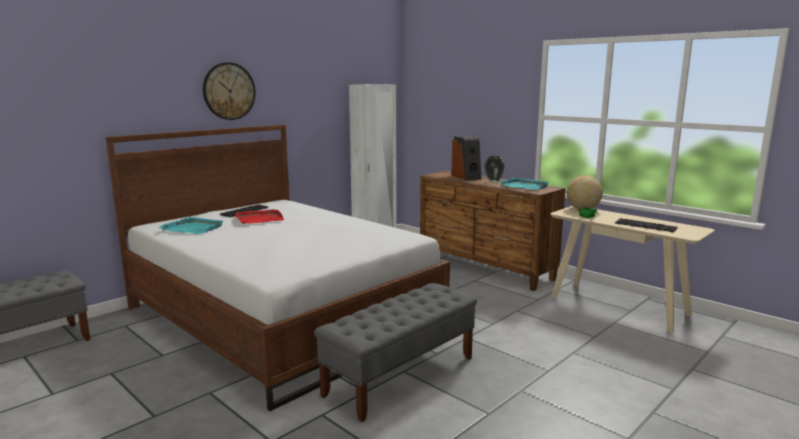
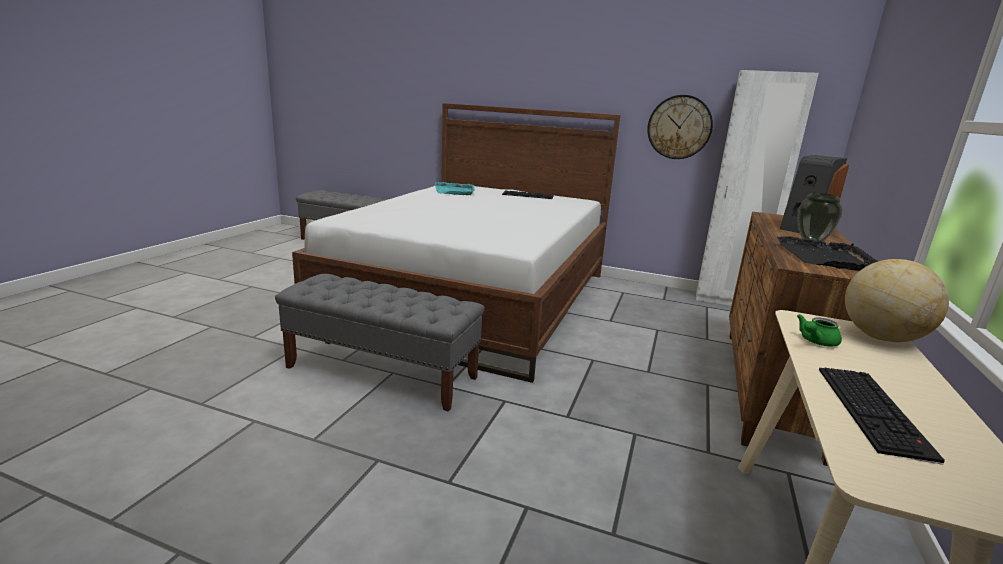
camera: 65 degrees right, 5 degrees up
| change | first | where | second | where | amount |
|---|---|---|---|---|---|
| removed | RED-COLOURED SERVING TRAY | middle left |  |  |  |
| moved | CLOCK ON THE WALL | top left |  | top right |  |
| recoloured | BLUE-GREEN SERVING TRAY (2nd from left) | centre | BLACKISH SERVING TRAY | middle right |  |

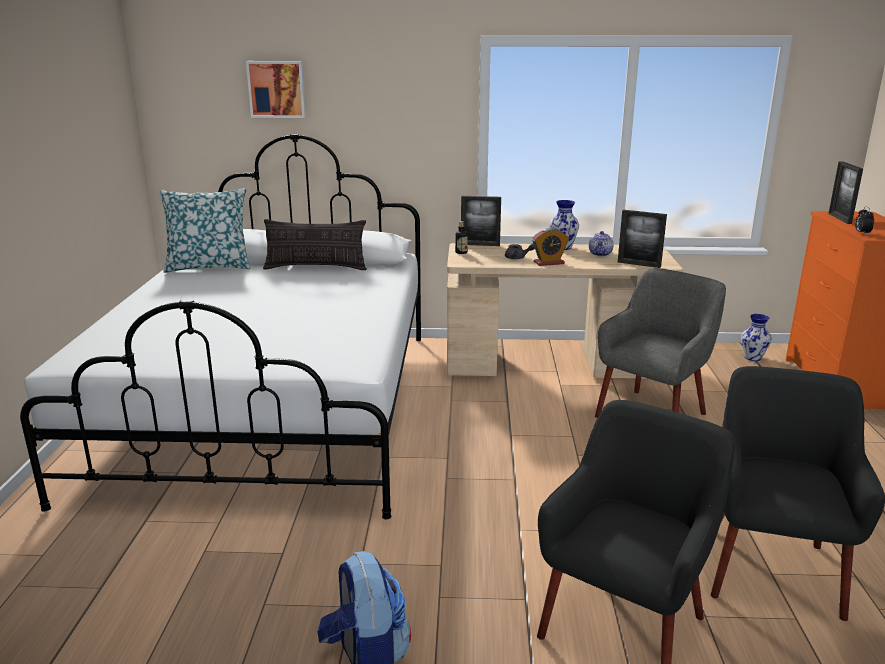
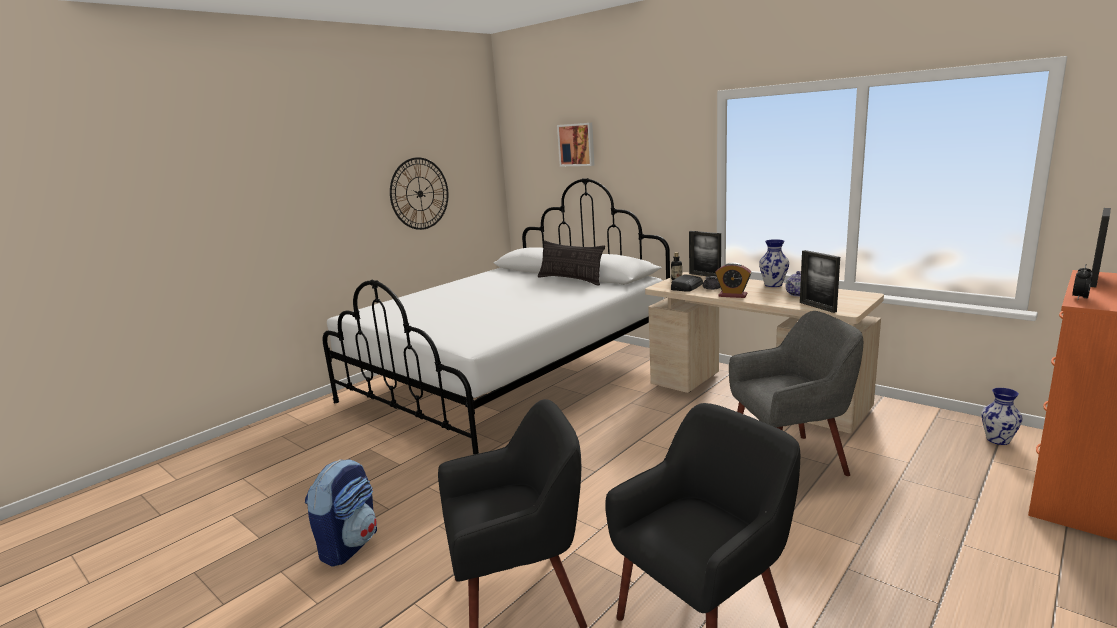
camera: 40 degrees right, 5 degrees down
| change | first | where | second | where | amount |
|---|---|---|---|---|---|
| removed | THROW PILLOW (1st from left) | middle left |  |  |  |
| added |  |  | CLOCK ON THE WALL | top centre |  |
| added |  |  | RADIO SET | centre |  |

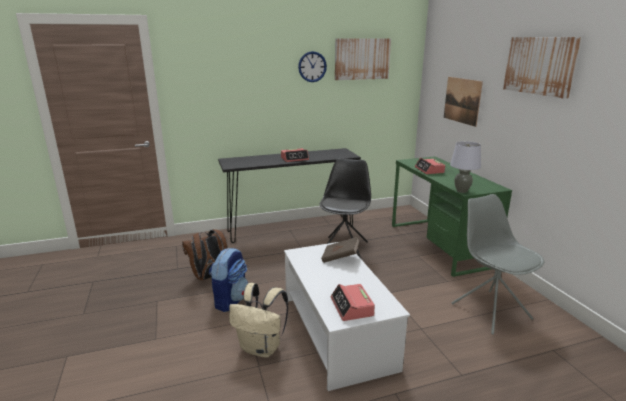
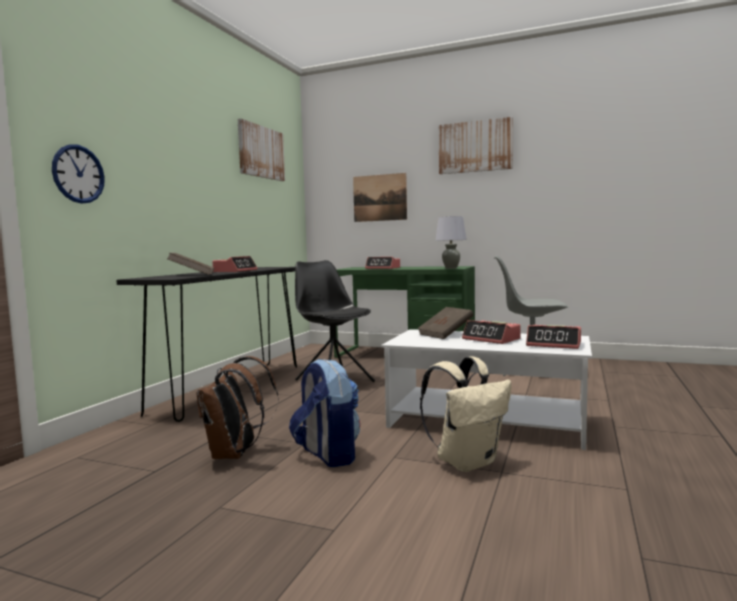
camera: 50 degrees left, 15 degrees down
| change | first | where | second | where | amount |
|---|---|---|---|---|---|
| added |  |  | BROWN-COLOURED BOOK (1st from left) | middle left |  |
| added |  |  | TABLE CLOCK (3rd from left) | centre |  |
| moved | CLOCK ON THE WALL | top centre |  | top left |  |

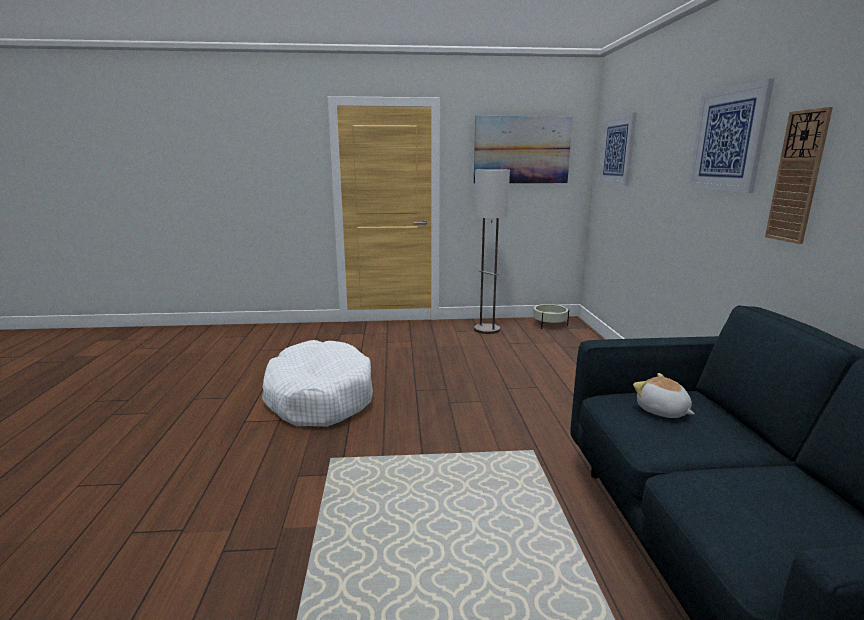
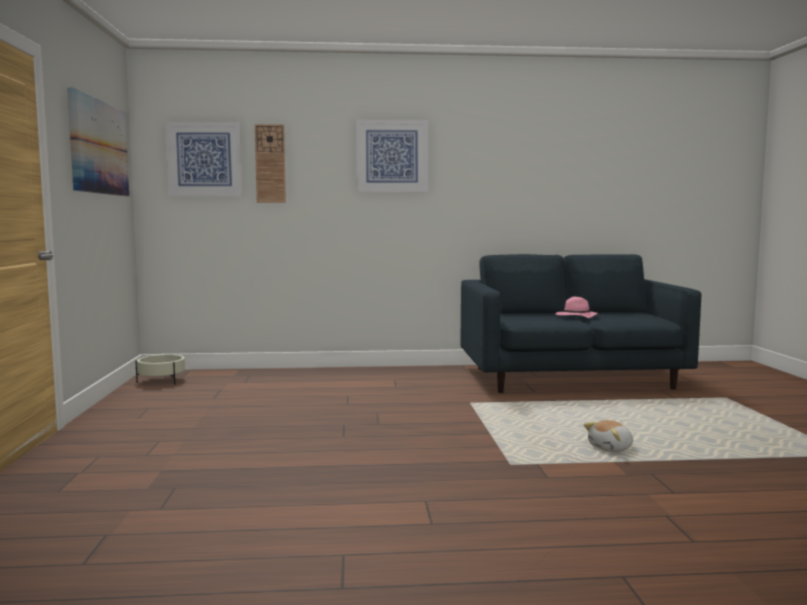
camera: 90 degrees left, 10 degrees down
| change | first | where | second | where | amount |
|---|---|---|---|---|---|
| removed | WHITE DOG BED | centre |  |  |  |
| removed | FLOOR LAMP | centre |  |  |  |
| added |  |  | PINK-COLOURED HAT | middle right |  |
| moved | CUDDLY TOY | middle right |  | bottom right |  |
| moved | CLOCK ON THE WALL | top right |  | top centre |  |

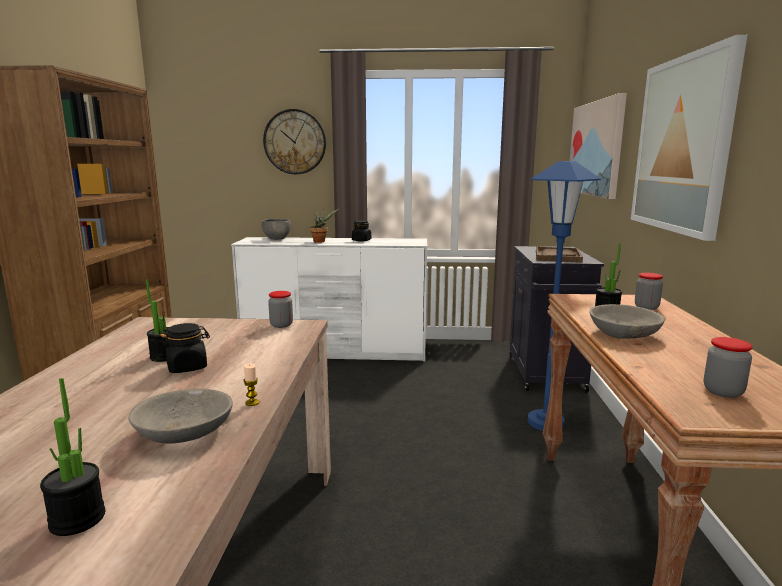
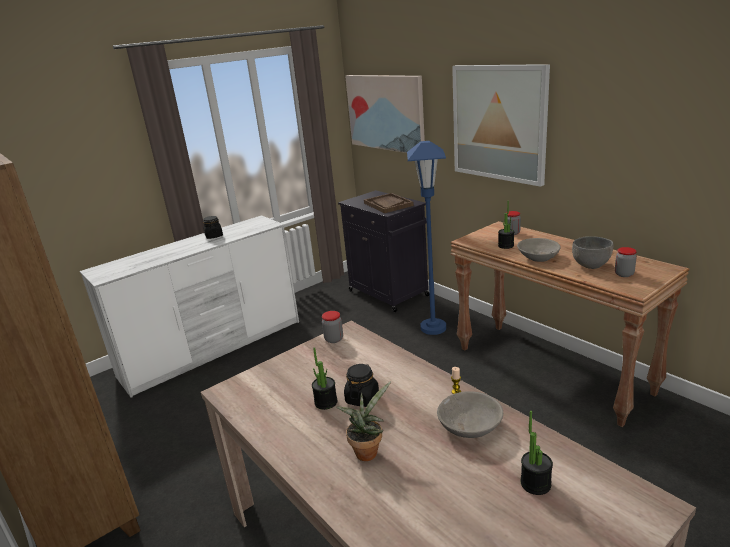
camera: 40 degrees left, 10 degrees up
| change | first | where | second | where | amount |
|---|---|---|---|---|---|
| removed | CLOCK ON THE WALL | top centre |  |  |  |
| moved | GREY BOWL (2nd from left in the first image) | centre | GREY BOWL (3rd from left) | middle right |  |
| moved | POTTED PLANT (3rd from left in the first image) | centre | POTTED PLANT (2nd from left) | bottom centre |  |

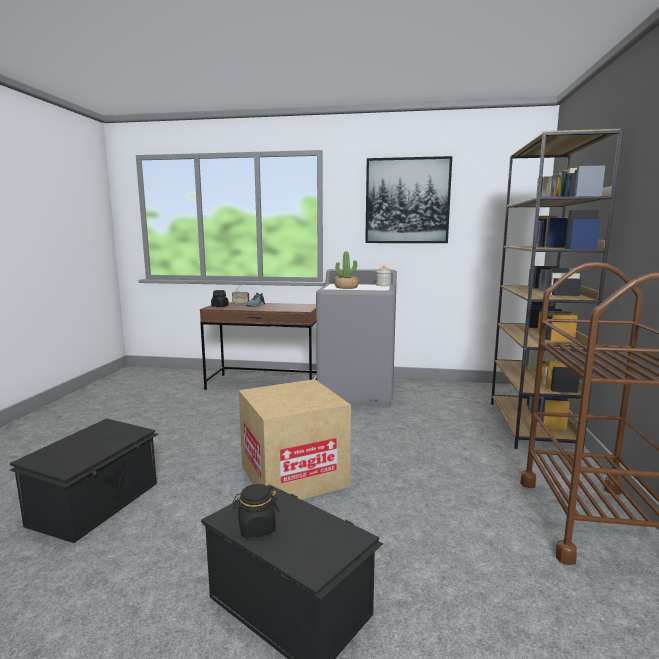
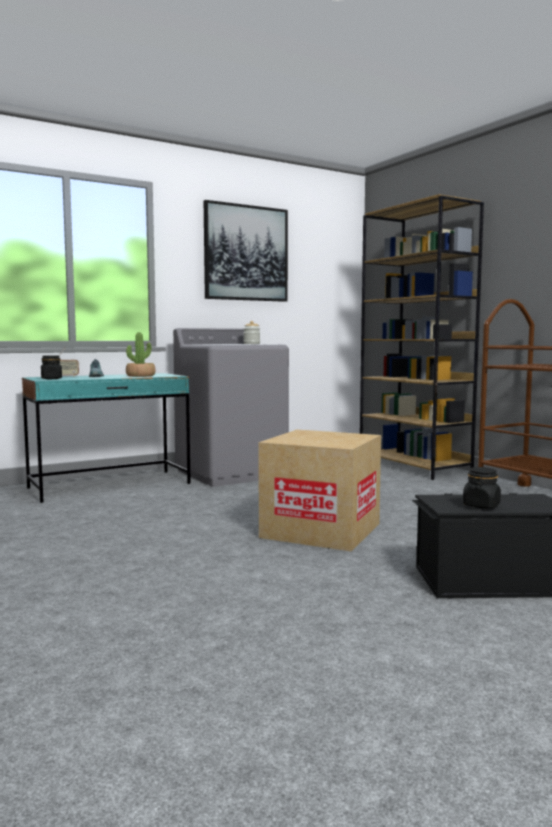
camera: 40 degrees left, 5 degrees down
| change | first | where | second | where | amount |
|---|---|---|---|---|---|
| removed | BLACKISH STORAGE CONTAINER (1st from left) | bottom left |  |  |  |
| moved | POTTED PLANT | centre |  | middle left |  |
| recoloured | BROWN-COLOURED DESK | centre | BLUE-GREEN DESK | middle left |  |

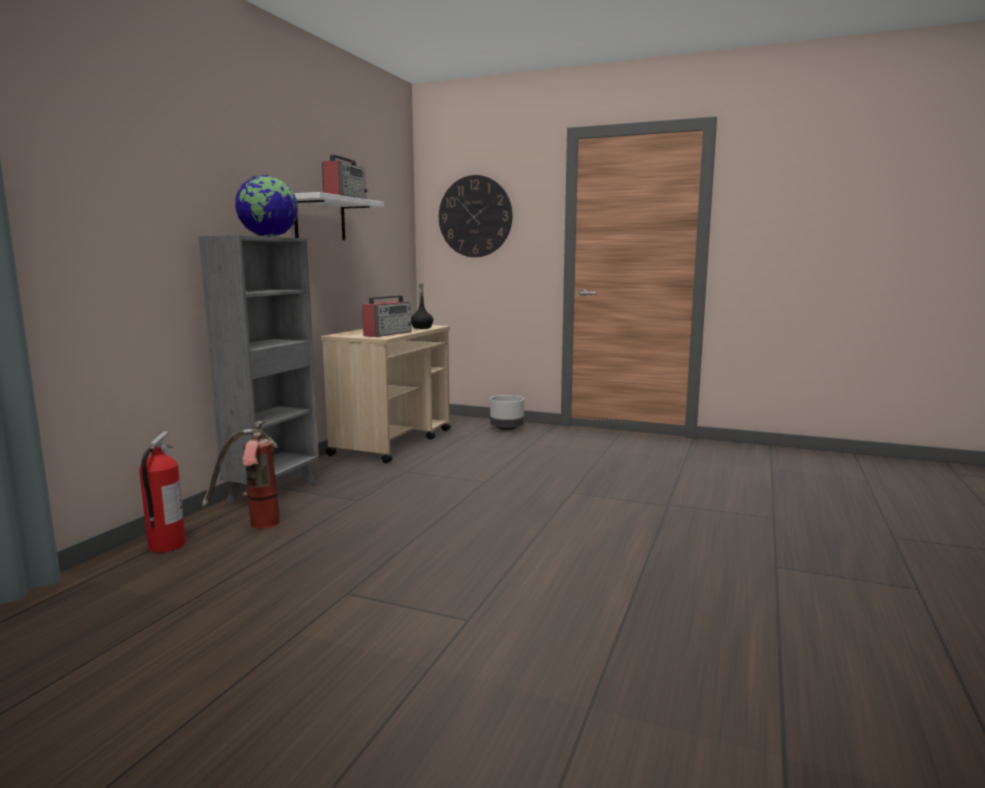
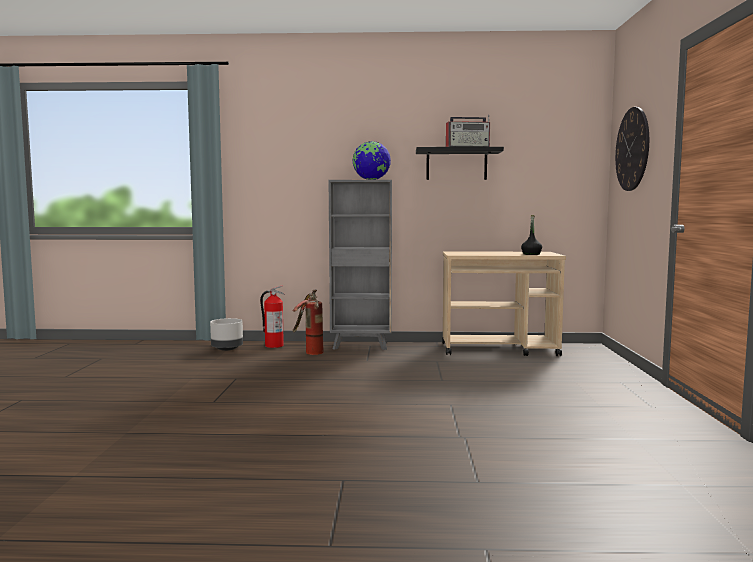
camera: 70 degrees right, 5 degrees down
| change | first | where | second | where | amount |
|---|---|---|---|---|---|
| removed | RADIO SET (2nd from left) | centre |  |  |  |
| moved | GREY PLANTER | centre |  | middle left |  |
| recoloured | WHITE BRACKET SHELF | top centre | BLACKISH BRACKET SHELF | top centre |  |

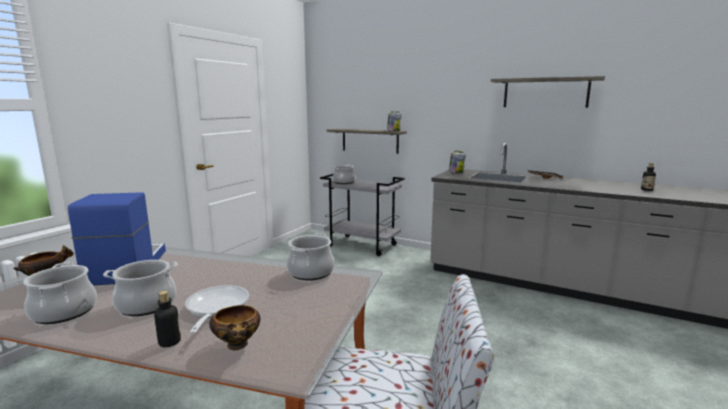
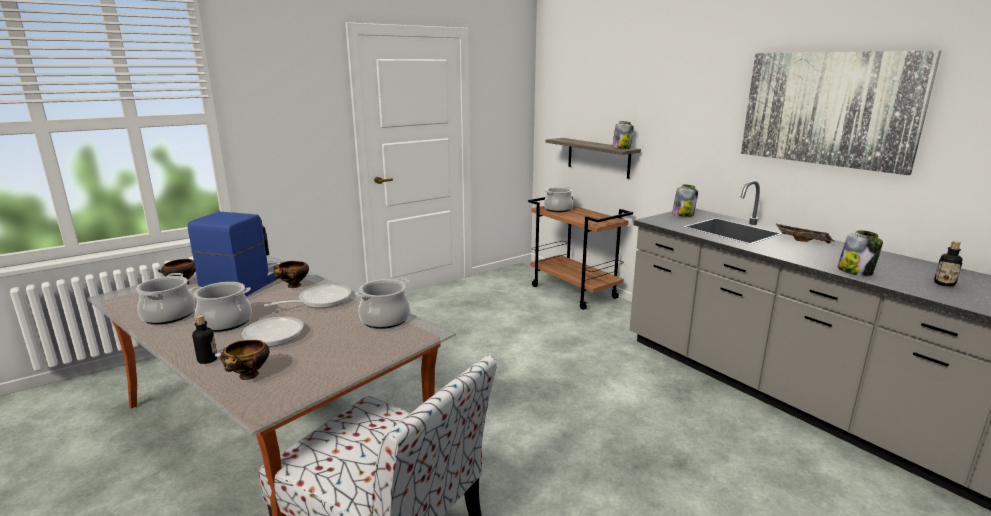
camera: 25 degrees right, 5 degrees up
| change | first | where | second | where | amount |
|---|---|---|---|---|---|
| added |  |  | SKILLET (2nd from left) | middle left |  |
| added |  |  | BOWL (3rd from left) | middle left |  |
| added |  |  | STORAGE JAR (3rd from left) | middle right |  |
| replaced | BRACKET SHELF (2nd from left) | top right | WALL ART | top right |  |
| recoloured | GREY TROLLEY | centre | BROWN-COLOURED TROLLEY | centre |  |

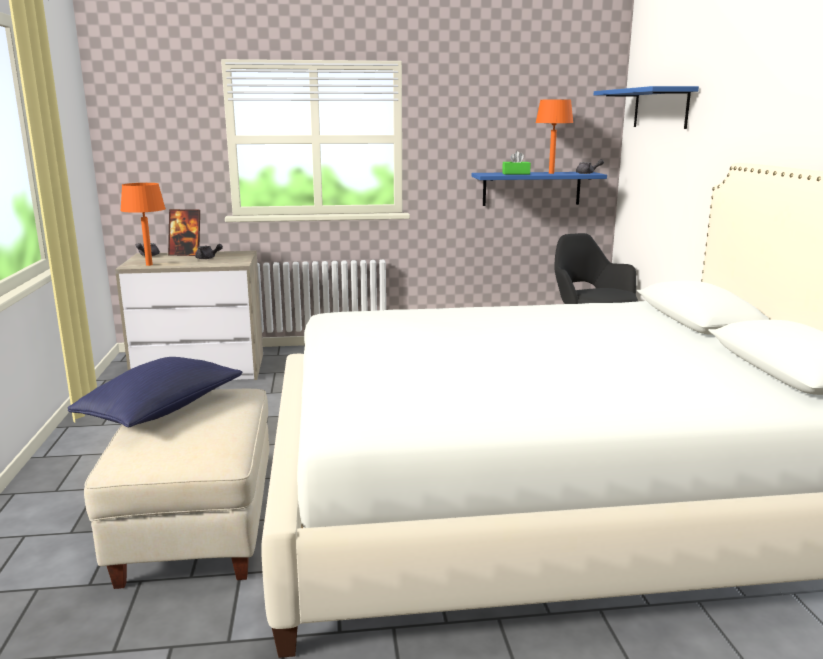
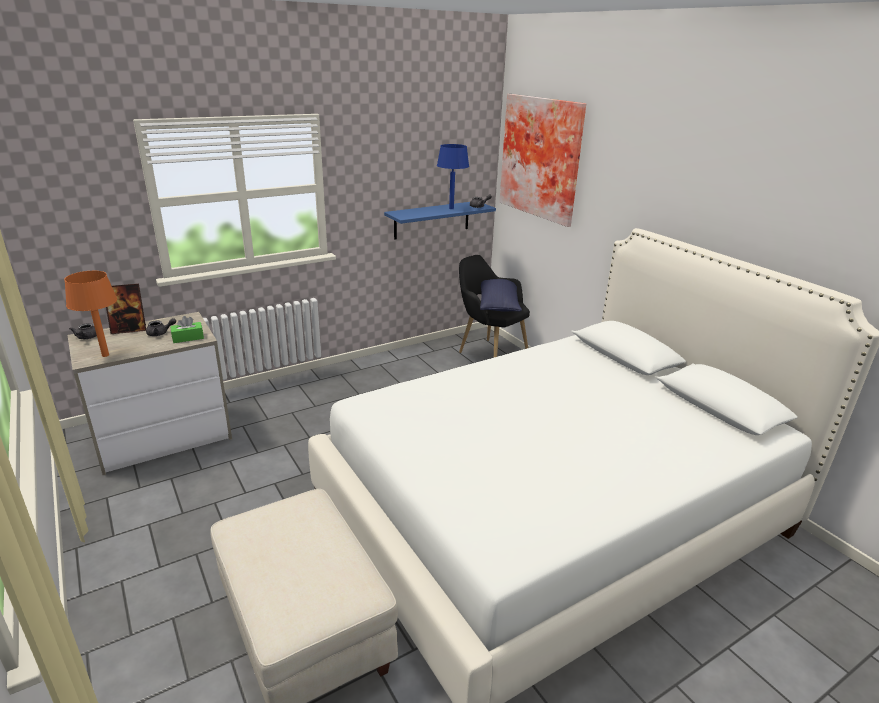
camera: 25 degrees left, 10 degrees up
| change | first | where | second | where | amount |
|---|---|---|---|---|---|
| moved | BLUE-COLOURED THROW PILLOW | middle left |  | centre |  |
| moved | GREEN-COLOURED TISSUE BOX | top centre |  | middle left |  |
| replaced | BLUE-COLOURED BRACKET SHELF (2nd from left) | top right | WALL ART | top centre |  |
| recoloured | ORANGEY LAMP FOR A TABLE (2nd from left) | top right | BLUE-COLOURED LAMP FOR A TABLE | top centre |  |

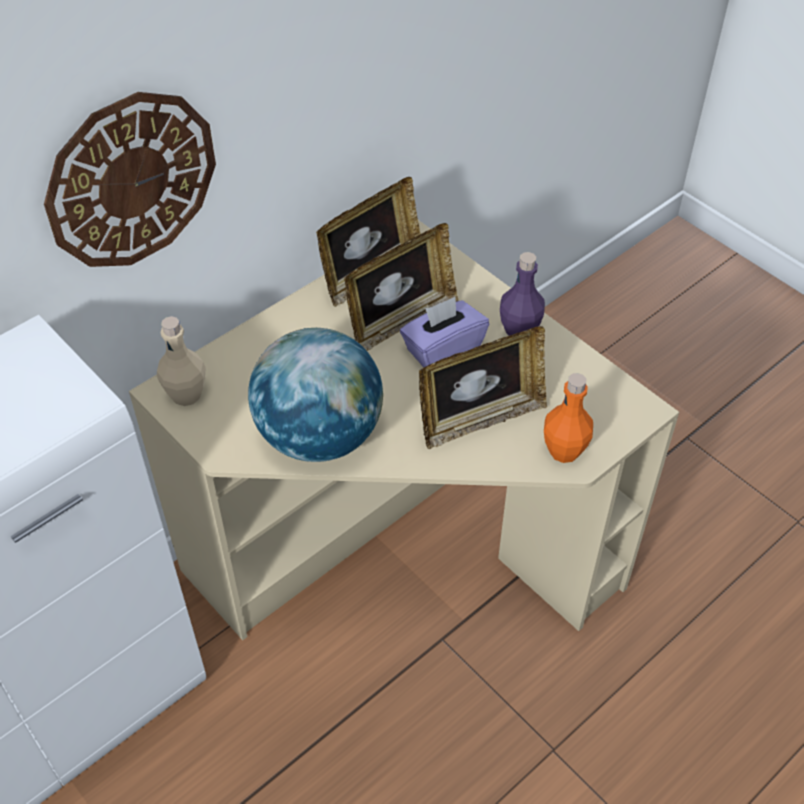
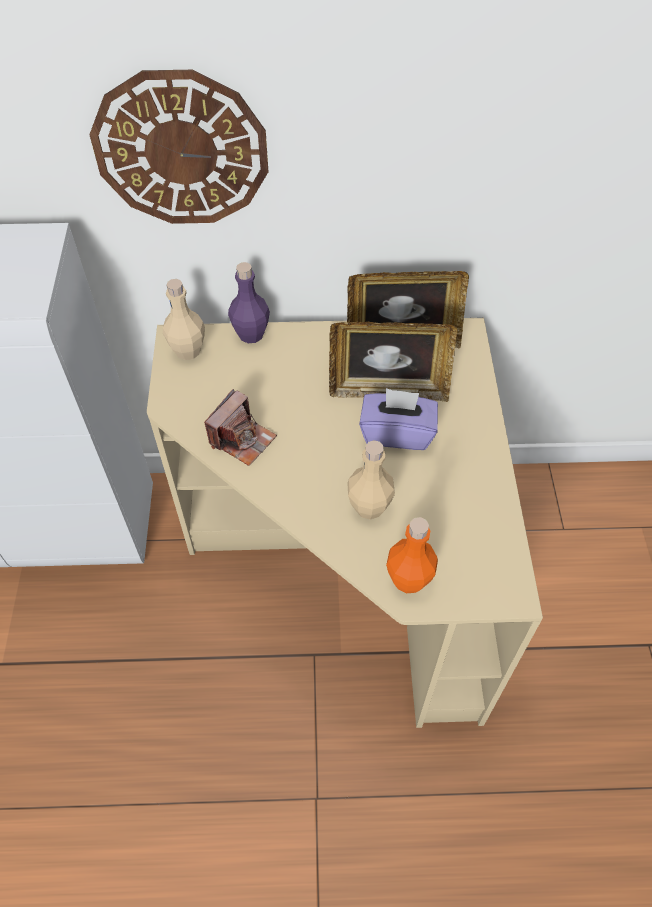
camera: 40 degrees right, 5 degrees up
| change | first | where | second | where | amount |
|---|---|---|---|---|---|
| moved | PURPLISH BOTTLE | centre |  | top centre |  |
| replaced | GLOBE | centre | PHOTO CAMERA | centre |  |
| replaced | PHOTO FRAME (3rd from left) | centre | SAND-COLOURED BOTTLE (2nd from left) | centre |  |

